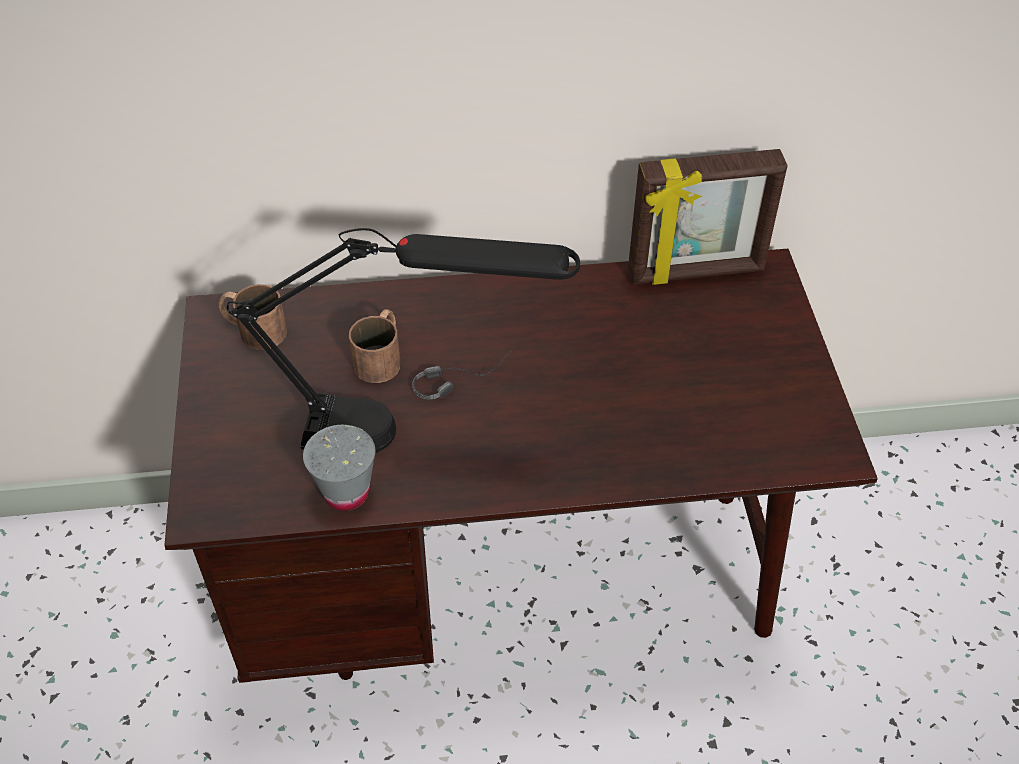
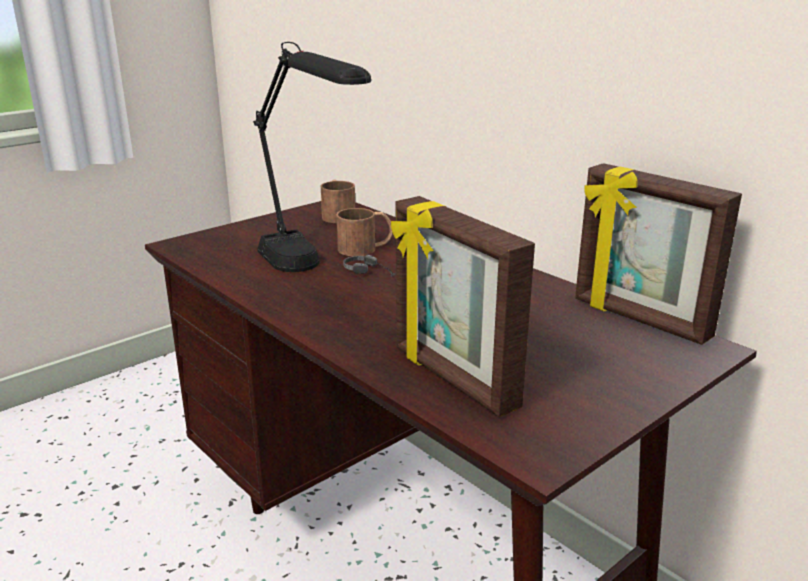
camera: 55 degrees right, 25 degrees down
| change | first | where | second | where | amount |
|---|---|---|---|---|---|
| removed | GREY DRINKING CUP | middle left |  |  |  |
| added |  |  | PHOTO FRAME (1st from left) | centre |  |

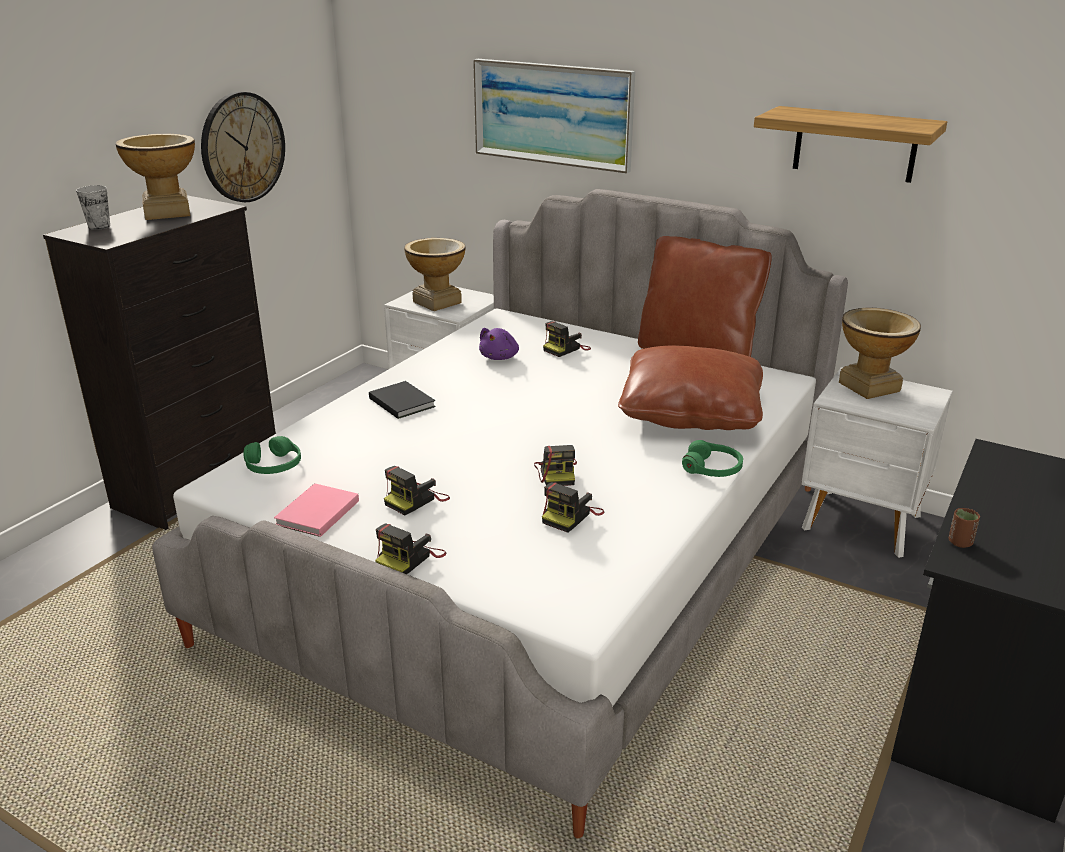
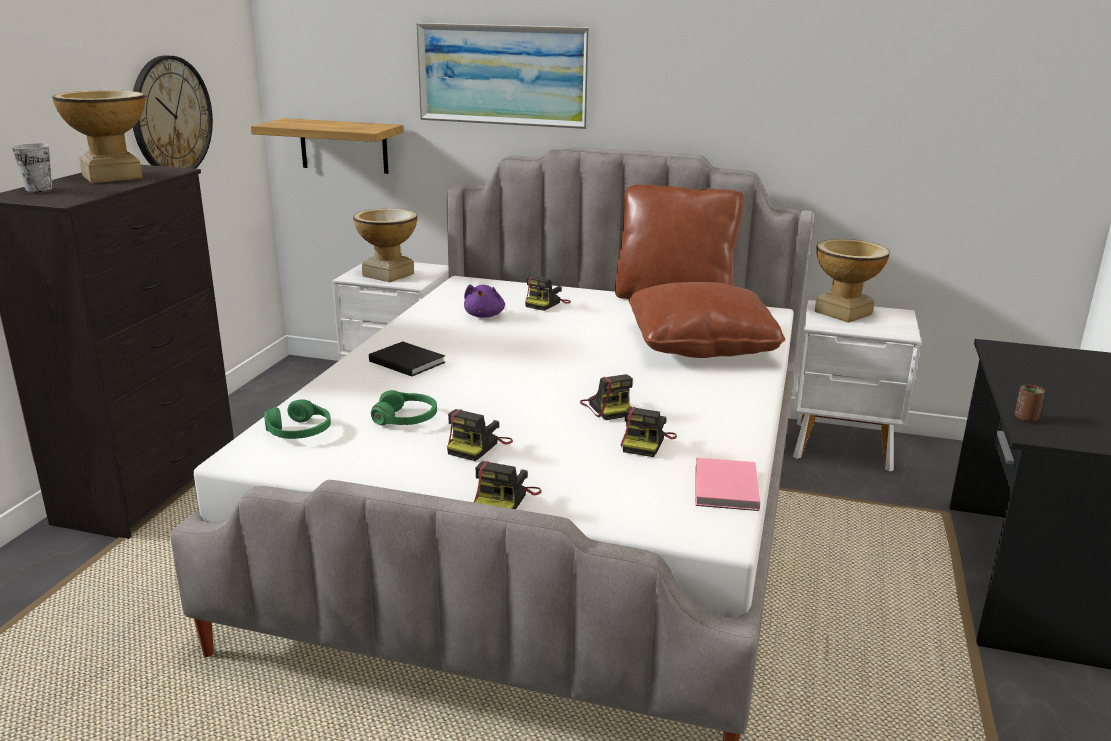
camera: 15 degrees left, 5 degrees down
| change | first | where | second | where | amount |
|---|---|---|---|---|---|
| moved | PINK-COLOURED BOOK | middle left |  | centre |  |
| moved | GREEN-COLOURED PAIR OF HEADPHONES (2nd from left) | middle right |  | centre |  |
| moved | BRACKET SHELF | top right |  | top left |  |

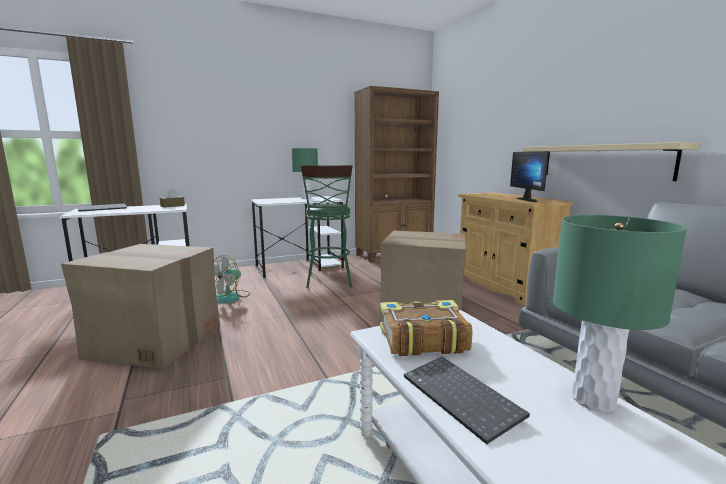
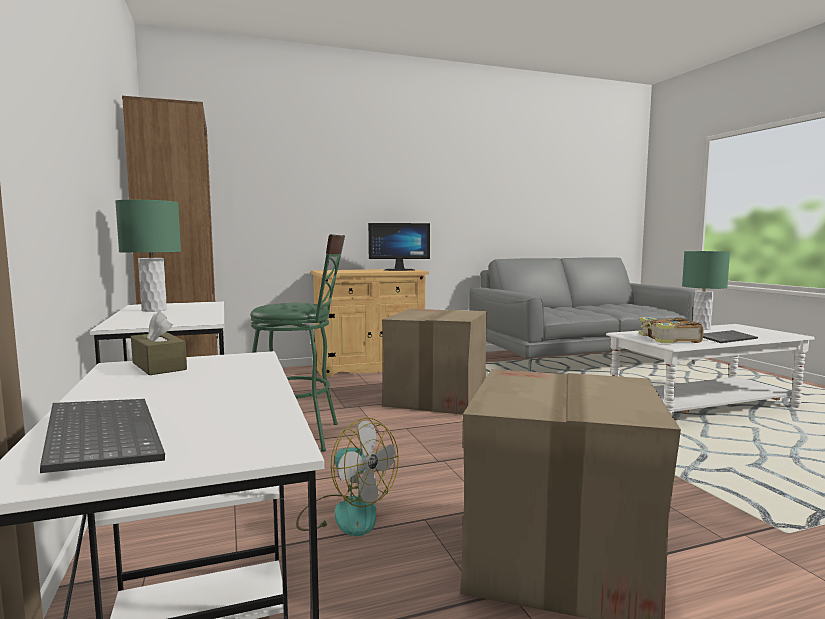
camera: 85 degrees left, 5 degrees down
| change | first | where | second | where | amount |
|---|---|---|---|---|---|
| removed | SAND-COLOURED BRACKET SHELF | top right |  |  |  |

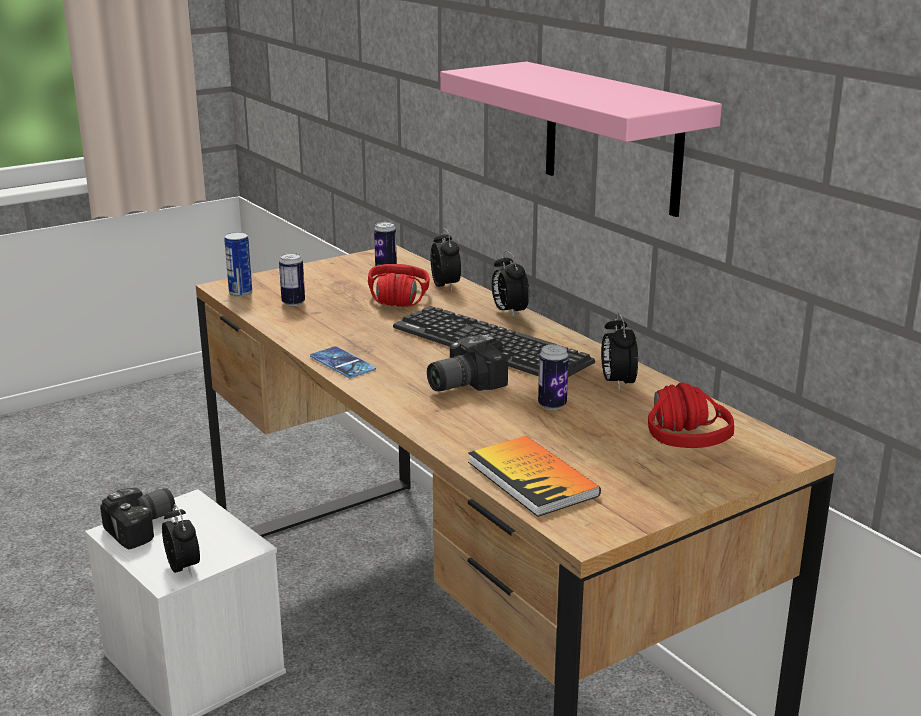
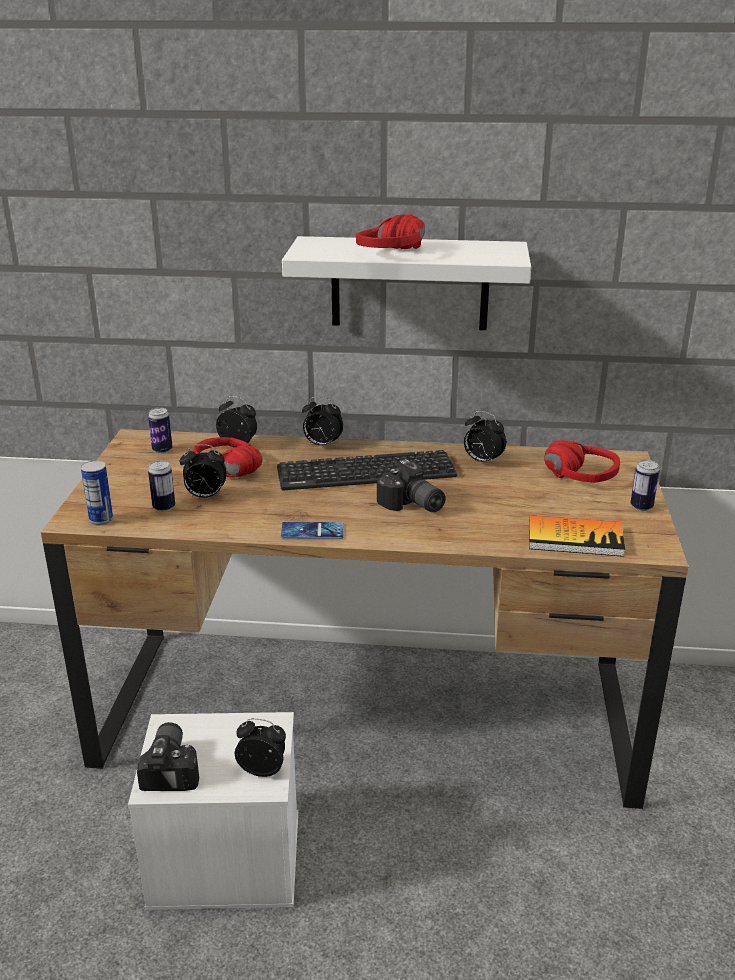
camera: 50 degrees left, 5 degrees up
| change | first | where | second | where | amount |
|---|---|---|---|---|---|
| added |  |  | TABLE CLOCK (1st from left) | middle left |  |
| added |  |  | RED-COLOURED PAIR OF HEADPHONES (2nd from left) | top centre |  |
| moved | SEALED CAN (4th from left) | centre |  | middle right |  |
| recoloured | PINK-COLOURED BRACKET SHELF | top centre | WHITE BRACKET SHELF | top centre |  |
| turned | PHOTO CAMERA (2nd from left) | centre |  | centre | 45 degrees counterclockwise |

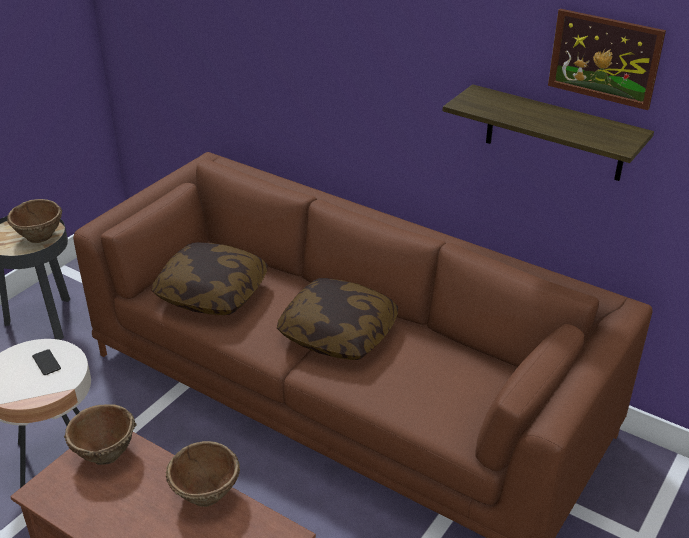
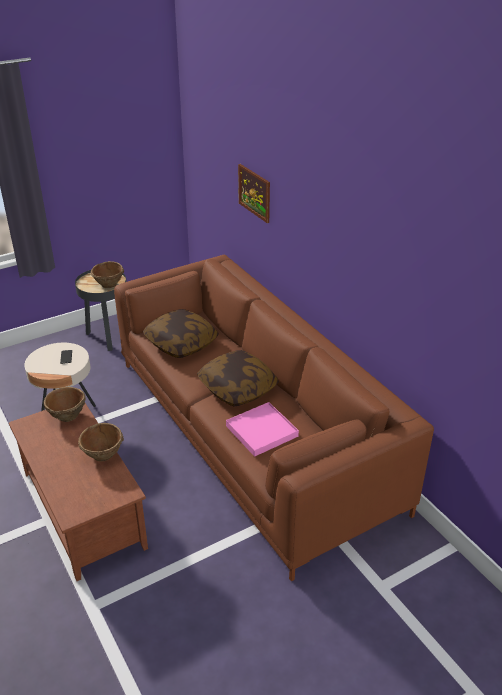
camera: 25 degrees right, 0 degrees up
| change | first | where | second | where | amount |
|---|---|---|---|---|---|
| removed | BRACKET SHELF | top right |  |  |  |
| added |  |  | PINK-COLOURED SERVING TRAY | centre |  |
| moved | WALL ART | top right |  | top centre |  |

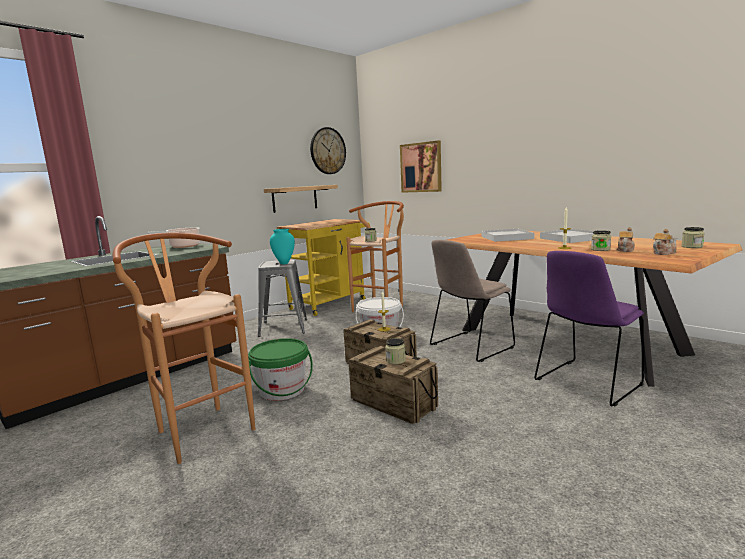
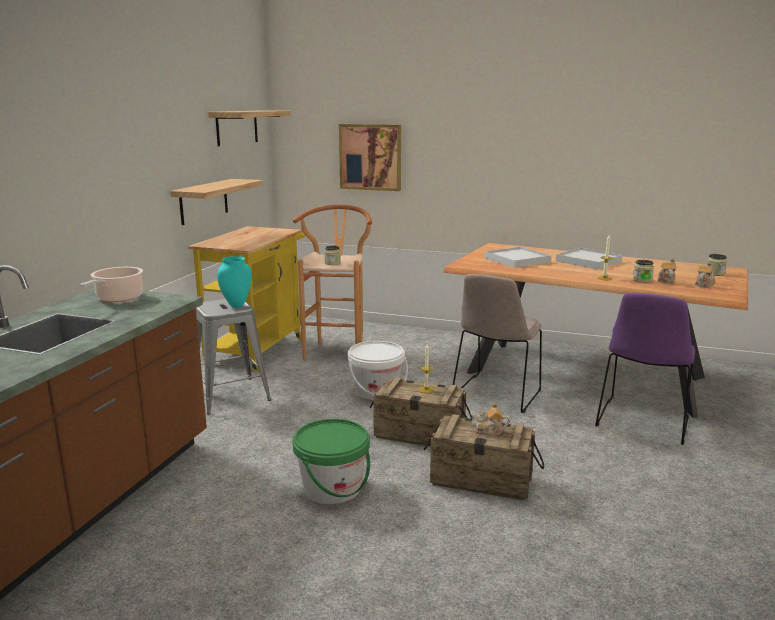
camera: 25 degrees left, 5 degrees up
| change | first | where | second | where | amount |
|---|---|---|---|---|---|
| removed | BROWN-COLOURED SITTING STOOL (1st from left) | middle left |  |  |  |
| replaced | CLOCK ON THE WALL | top centre | BRACKET SHELF (2nd from left) | top left |  |
| replaced | STORAGE JAR (2nd from left) | centre | TEAPOT (1st from left) | bottom centre |  |

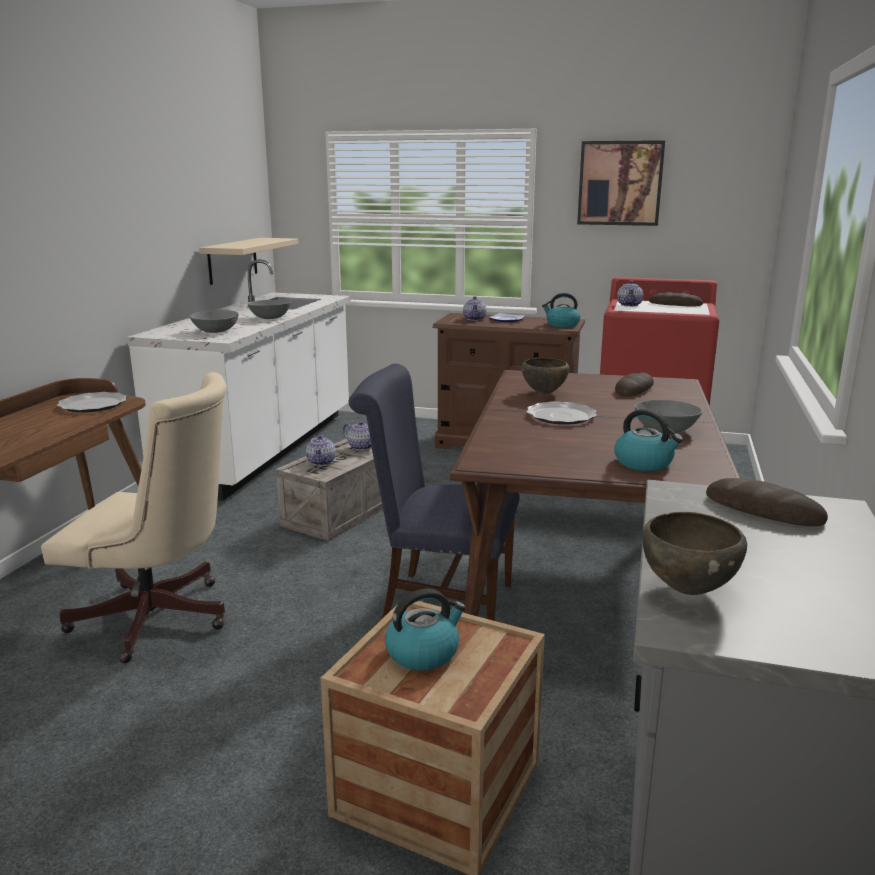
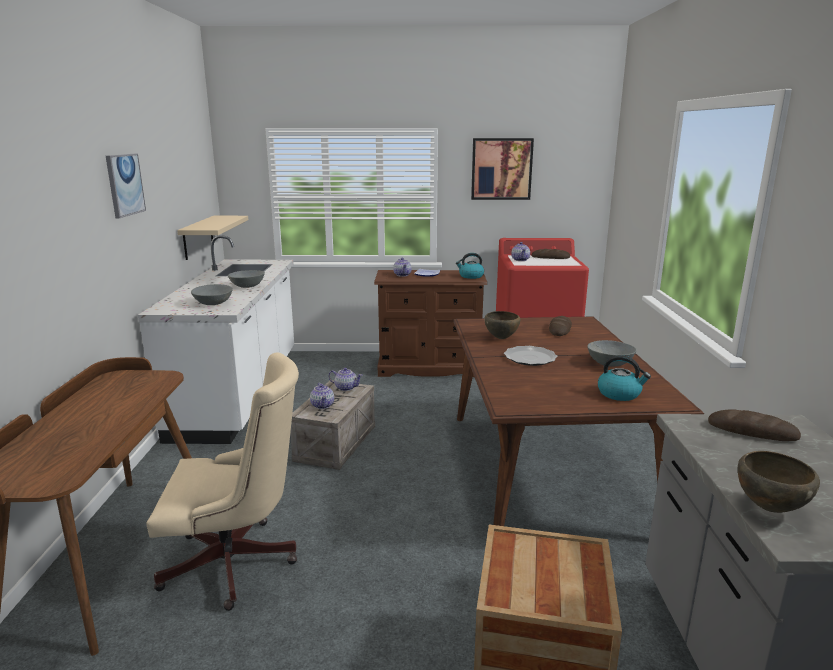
camera: 15 degrees left, 0 degrees up
| change | first | where | second | where | amount |
|---|---|---|---|---|---|
| removed | PLATE (1st from left) | middle left |  |  |  |
| removed | BLUE-COLOURED PLAIN CHAIR | centre |  |  |  |
| removed | TEA KETTLE (1st from left) | bottom centre |  |  |  |
| added |  |  | WALL ART (1st from left) | top left |  |

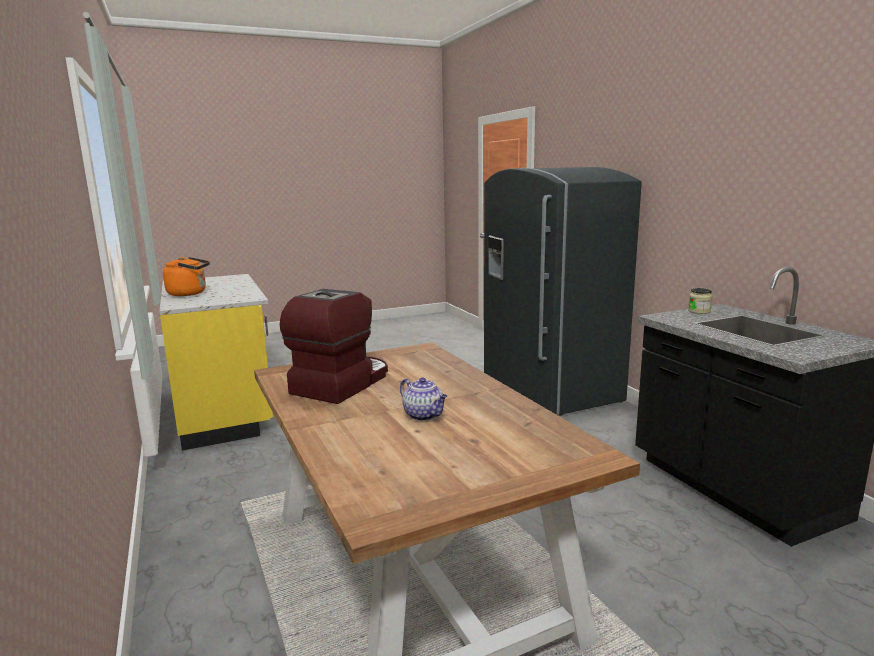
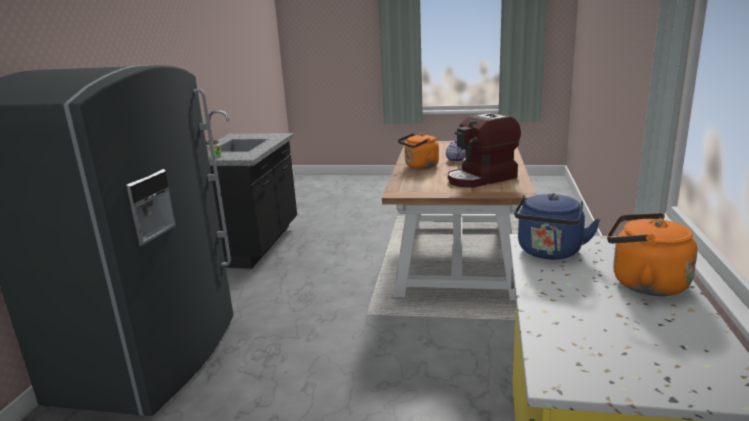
camera: 145 degrees left, 5 degrees up
| change | first | where | second | where | amount |
|---|---|---|---|---|---|
| added |  |  | ORANGEY TEA KETTLE (1st from left) | centre |  |
| added |  |  | BLUE-COLOURED TEA KETTLE | middle right |  |

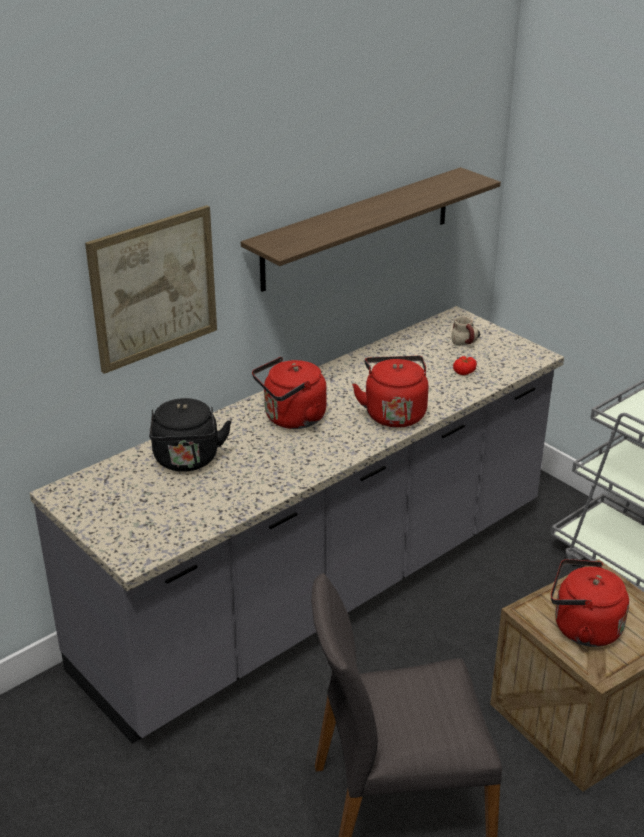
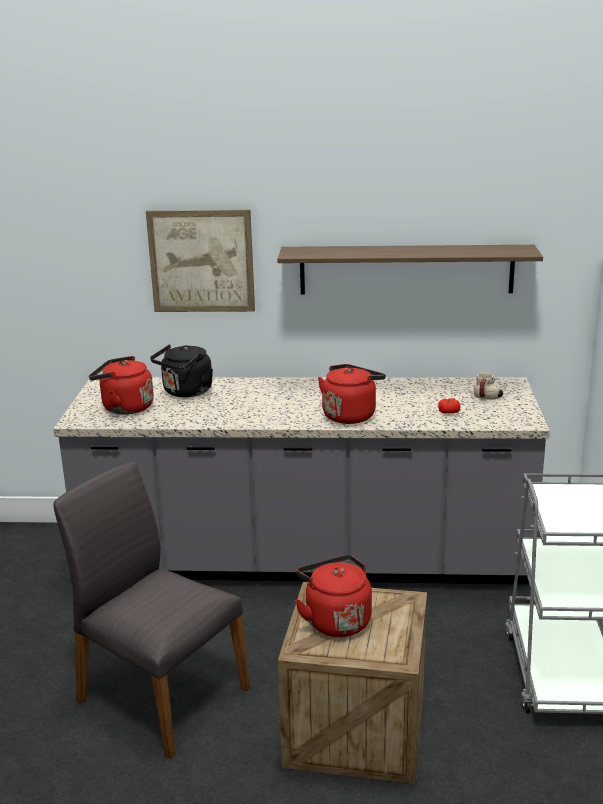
camera: 45 degrees right, 10 degrees down
| change | first | where | second | where | amount |
|---|---|---|---|---|---|
| moved | RED-COLOURED TEA KETTLE (1st from left) | centre |  | middle left |  |

